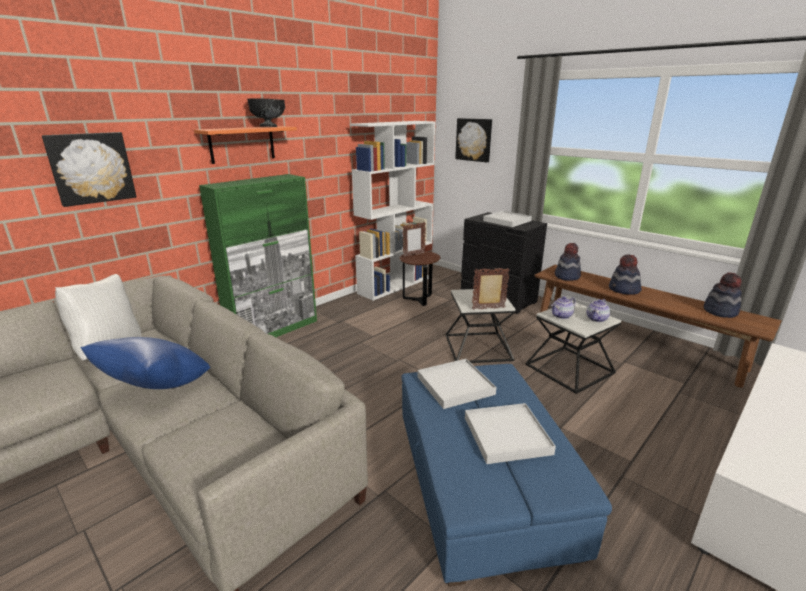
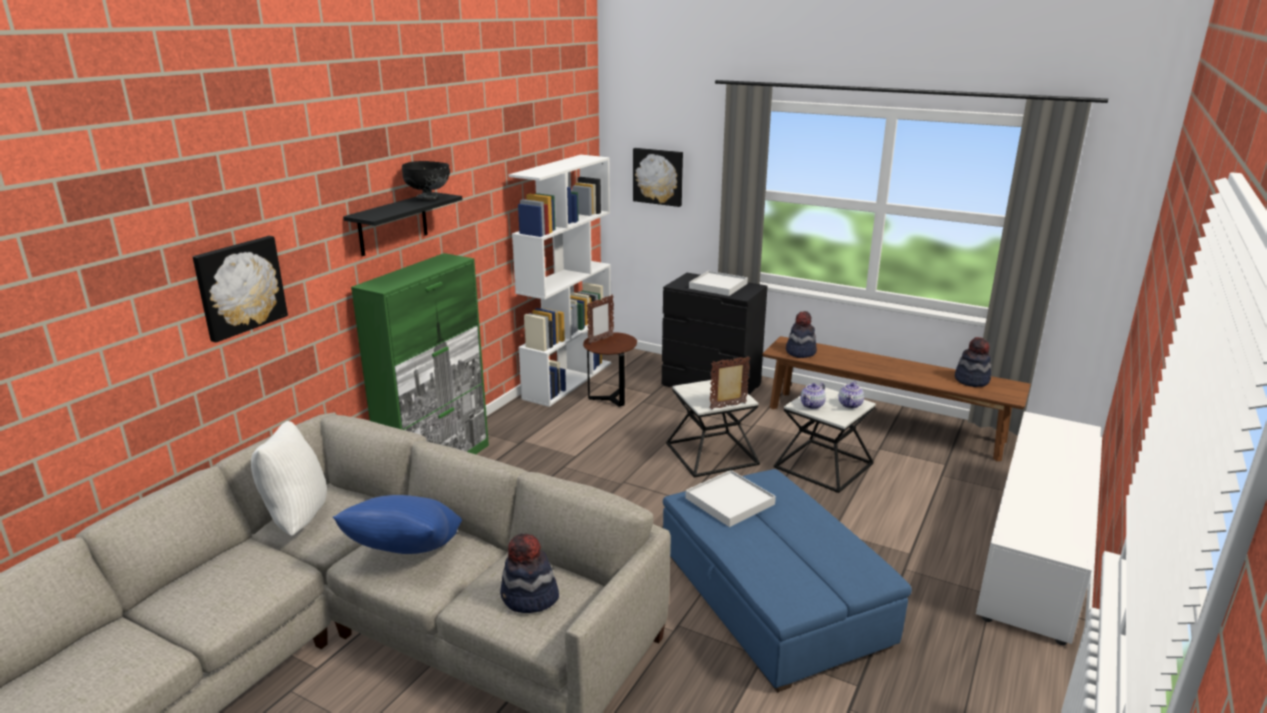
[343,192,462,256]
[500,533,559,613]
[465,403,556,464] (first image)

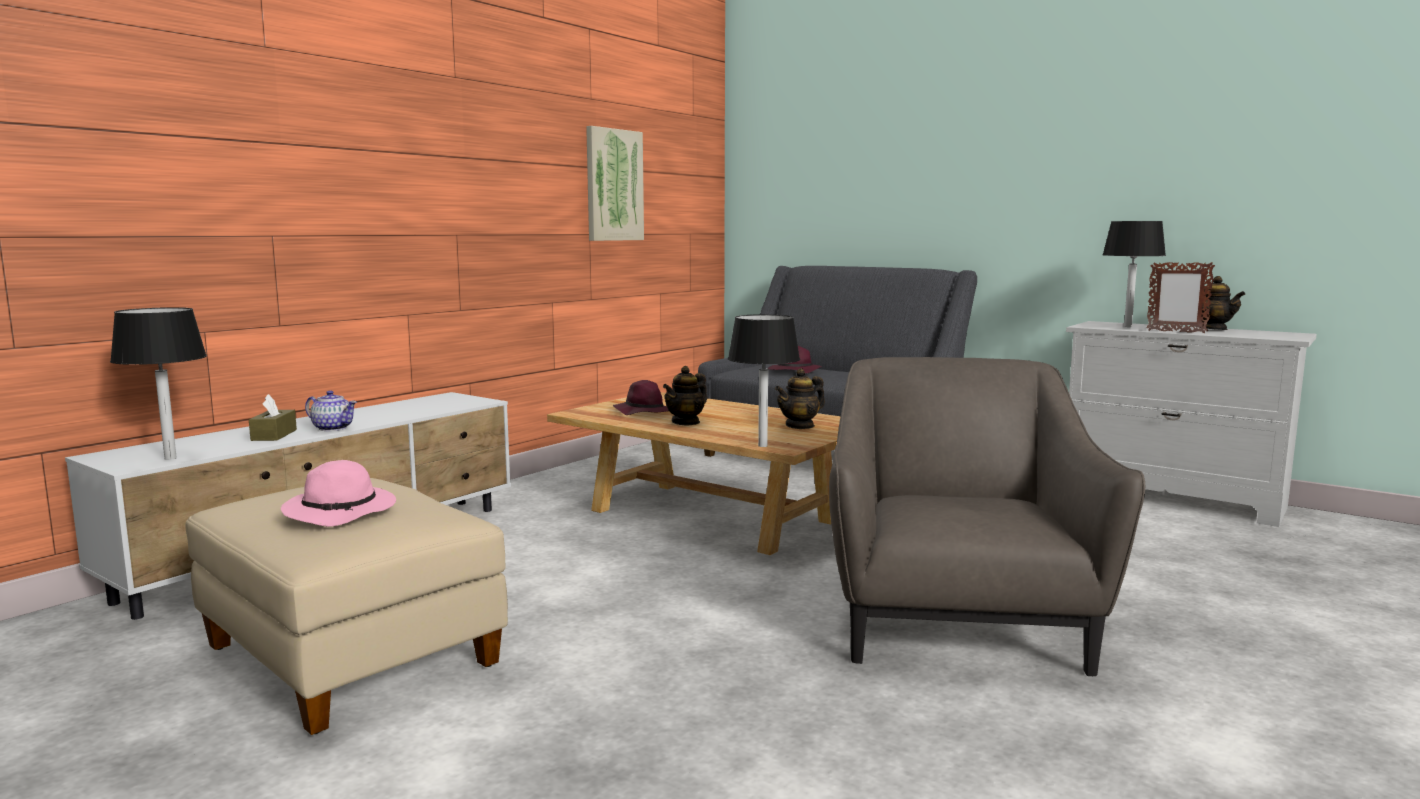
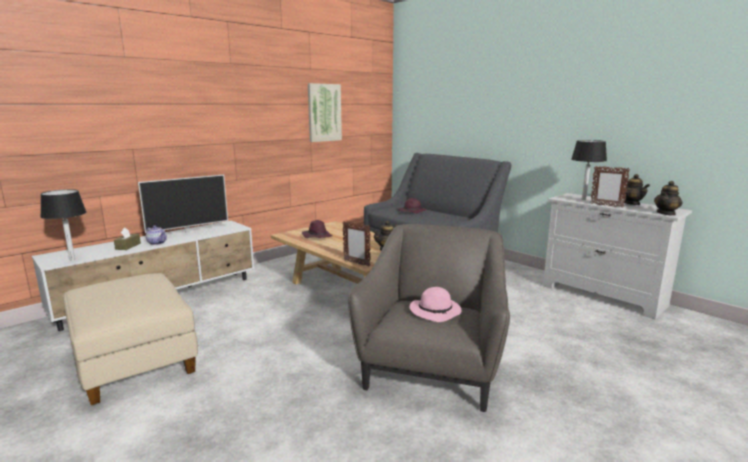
[138,175,228,236]
[342,221,371,267]
[410,287,462,322]
[654,181,682,215]

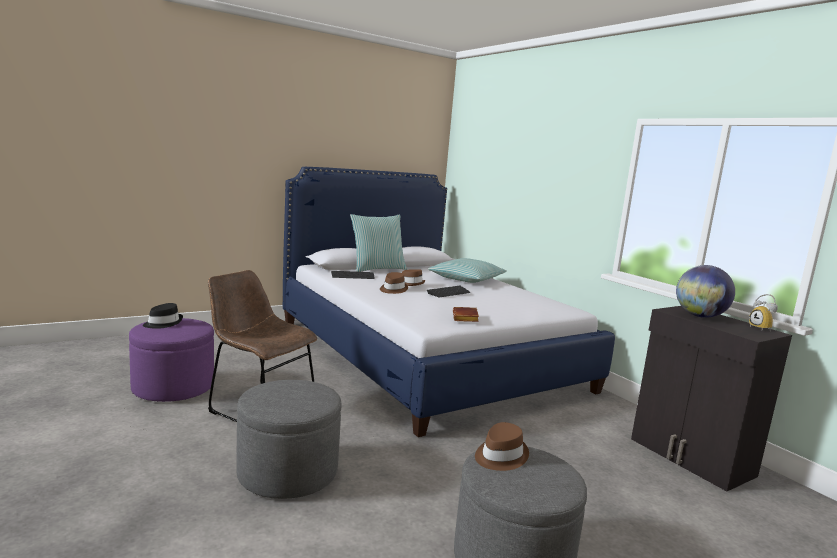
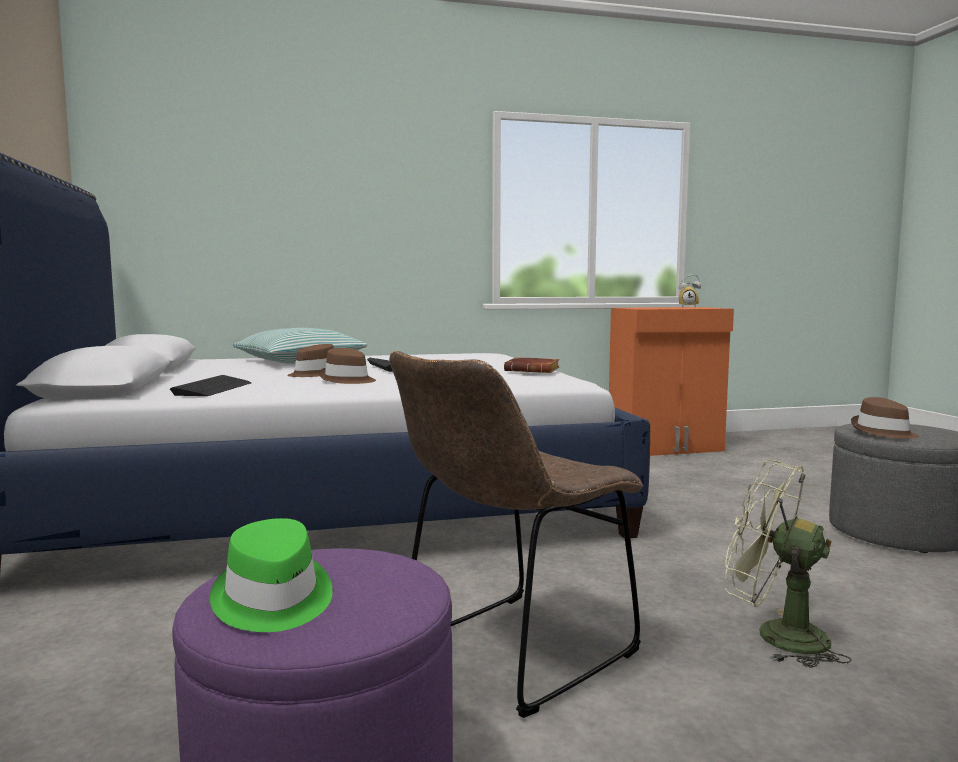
[210,518,333,632]
[609,307,734,456]
[725,460,851,668]
[350,214,407,272] (first image)
[676,265,735,318] (first image)

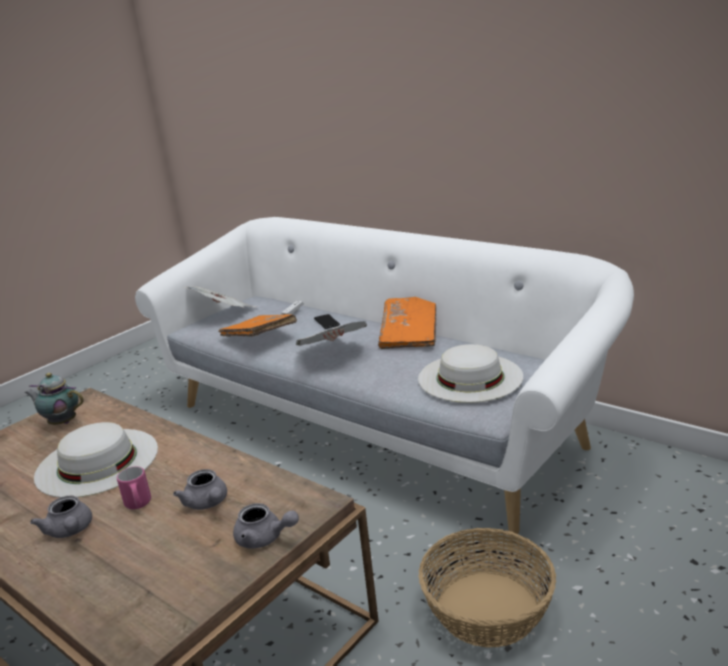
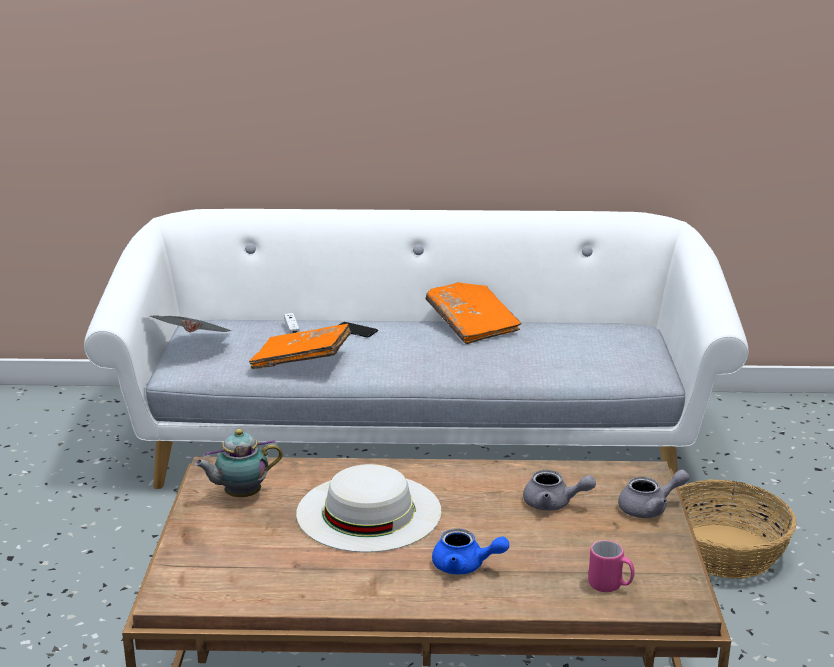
[432,528,509,575]
[588,540,635,592]
[296,321,367,346] (first image)
[418,344,523,403] (first image)

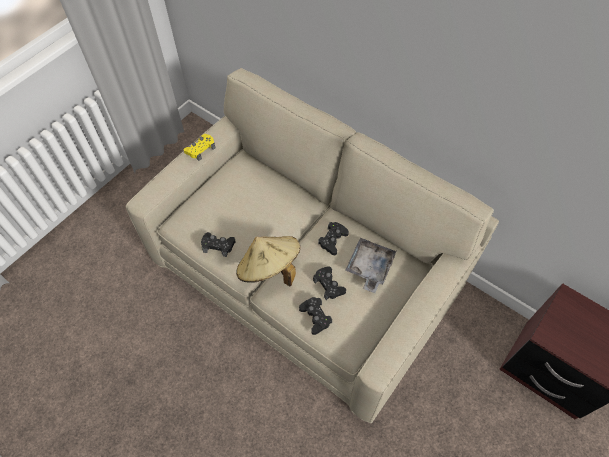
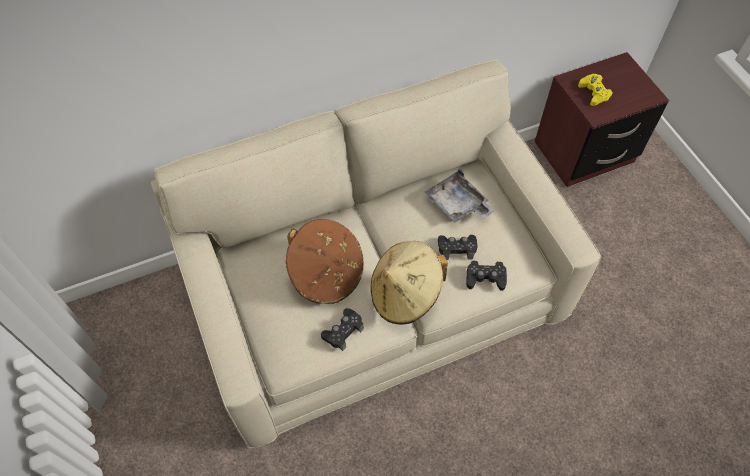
[286,219,364,304]
[578,74,613,106]
[318,222,349,255] (first image)

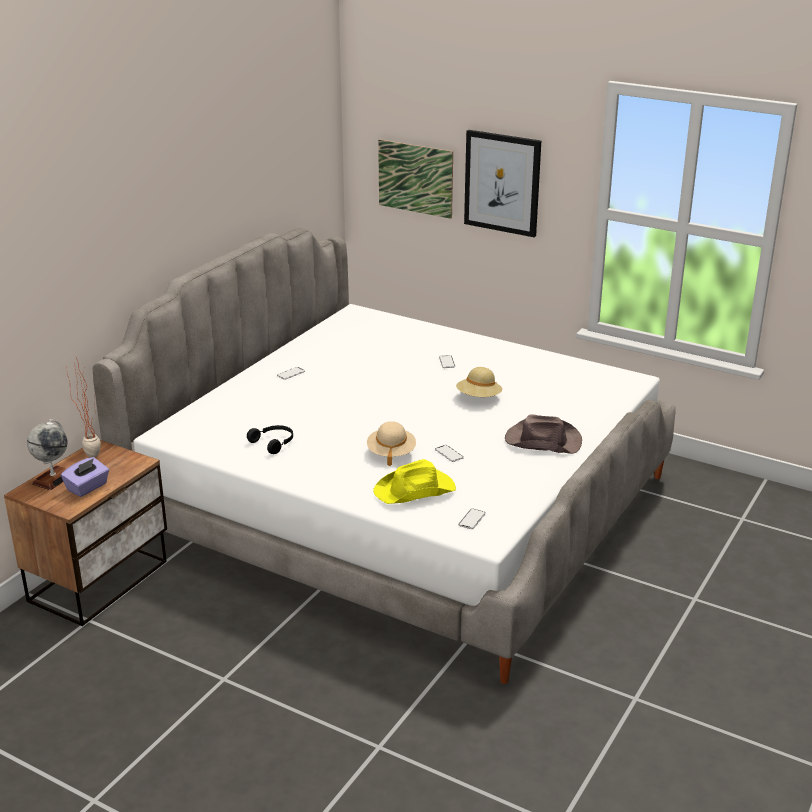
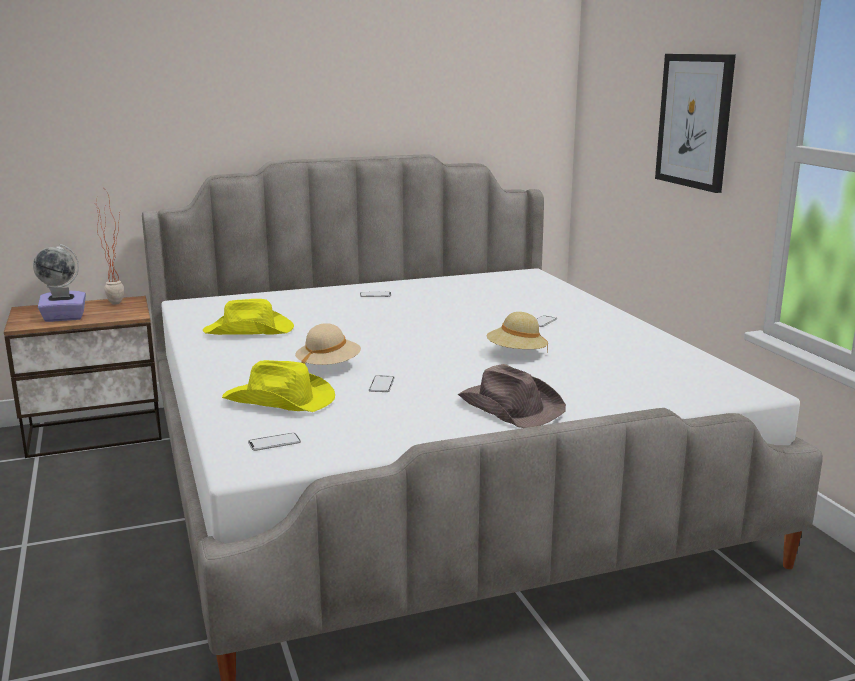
[203,299,294,335]
[378,139,453,219] (first image)

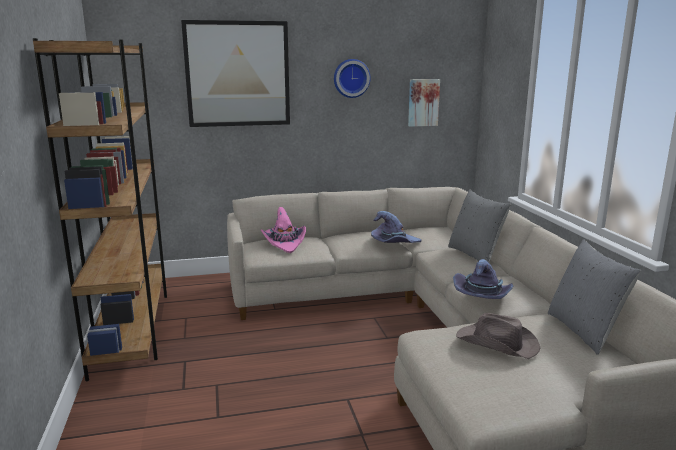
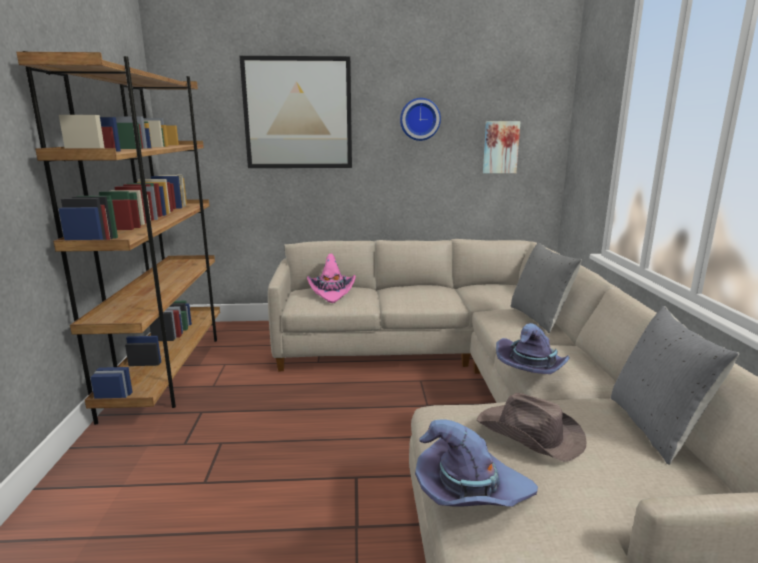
[415,419,538,507]

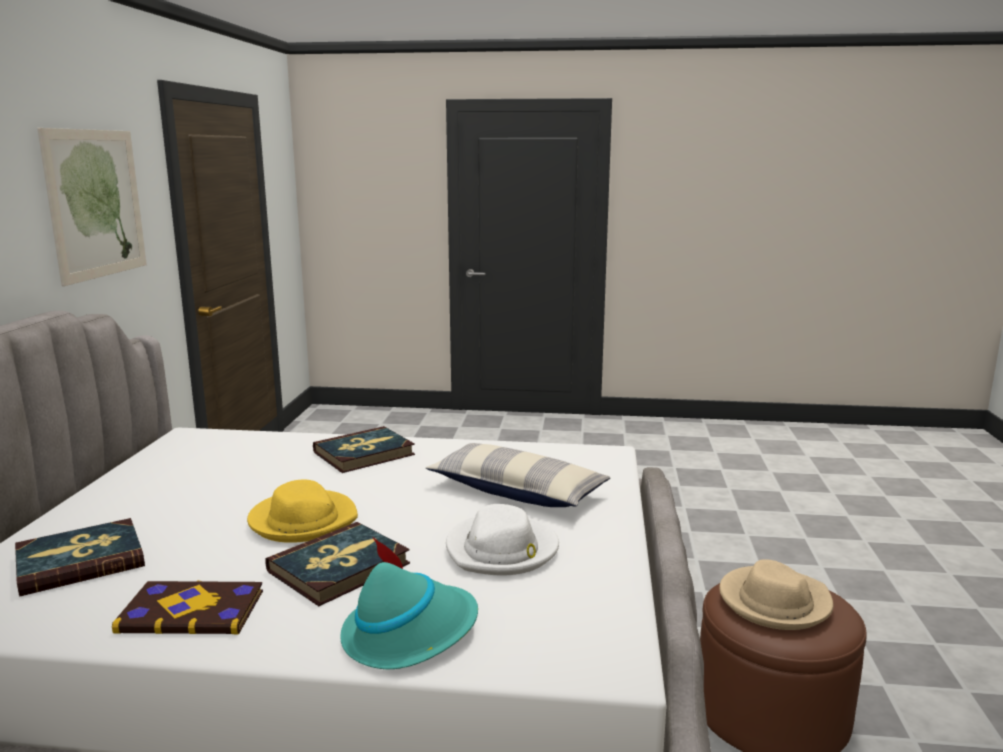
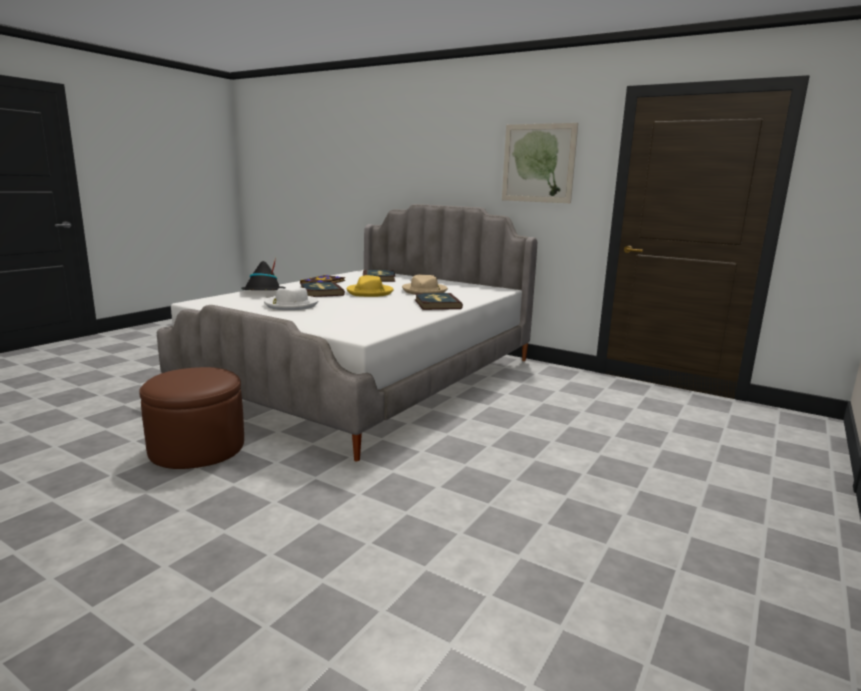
[241,258,286,290]
[402,275,448,295]
[426,443,610,507] (first image)

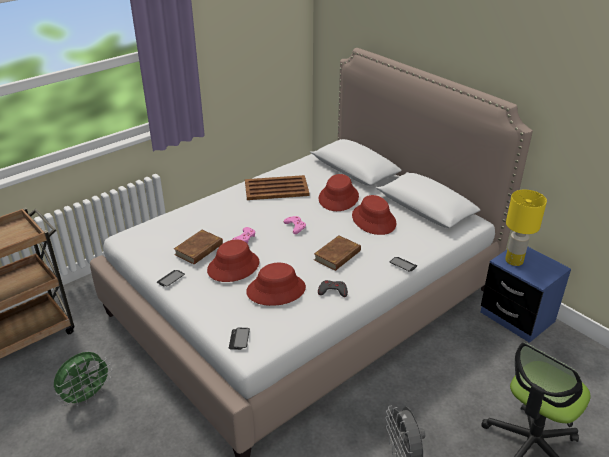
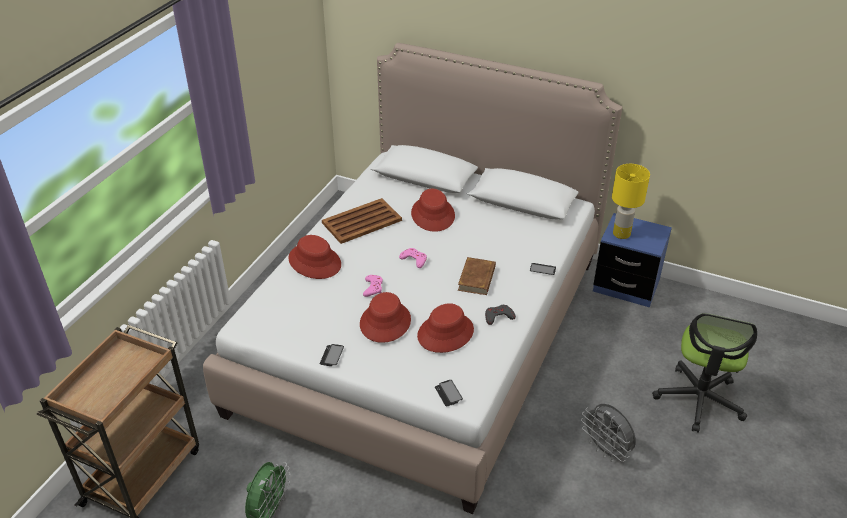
[288,235,341,279]
[174,230,223,264] (first image)

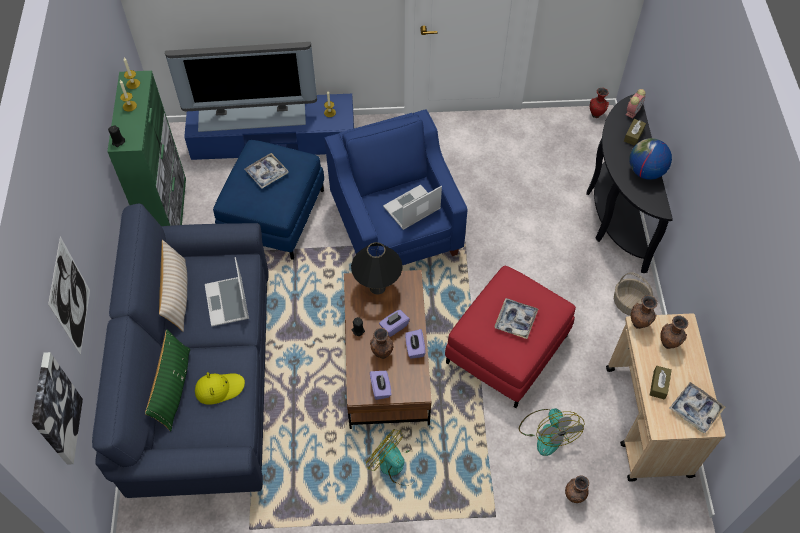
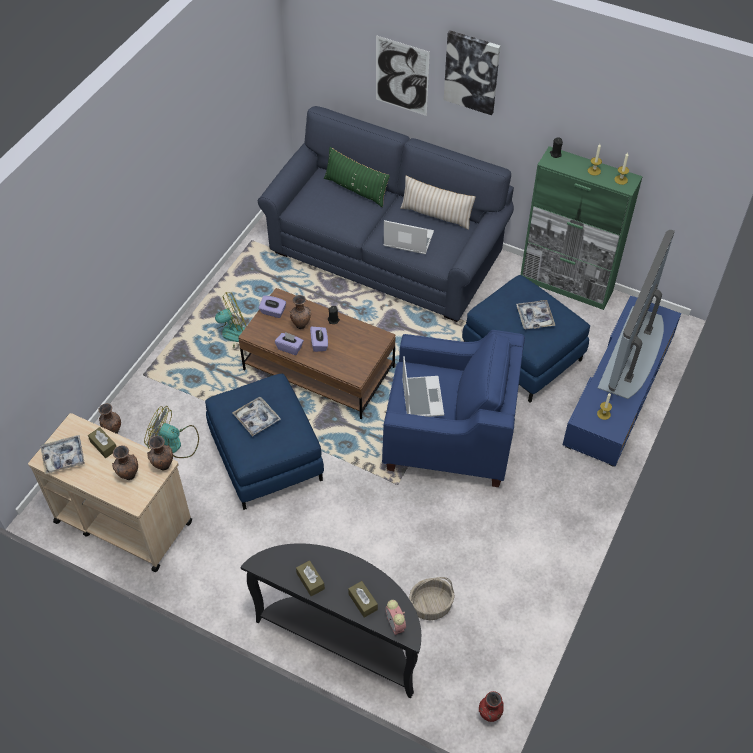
[205,374,324,510]
[296,560,325,596]
[409,577,455,620]
[444,30,500,115]
[195,372,245,405] (first image)
[351,242,403,295] (first image)

